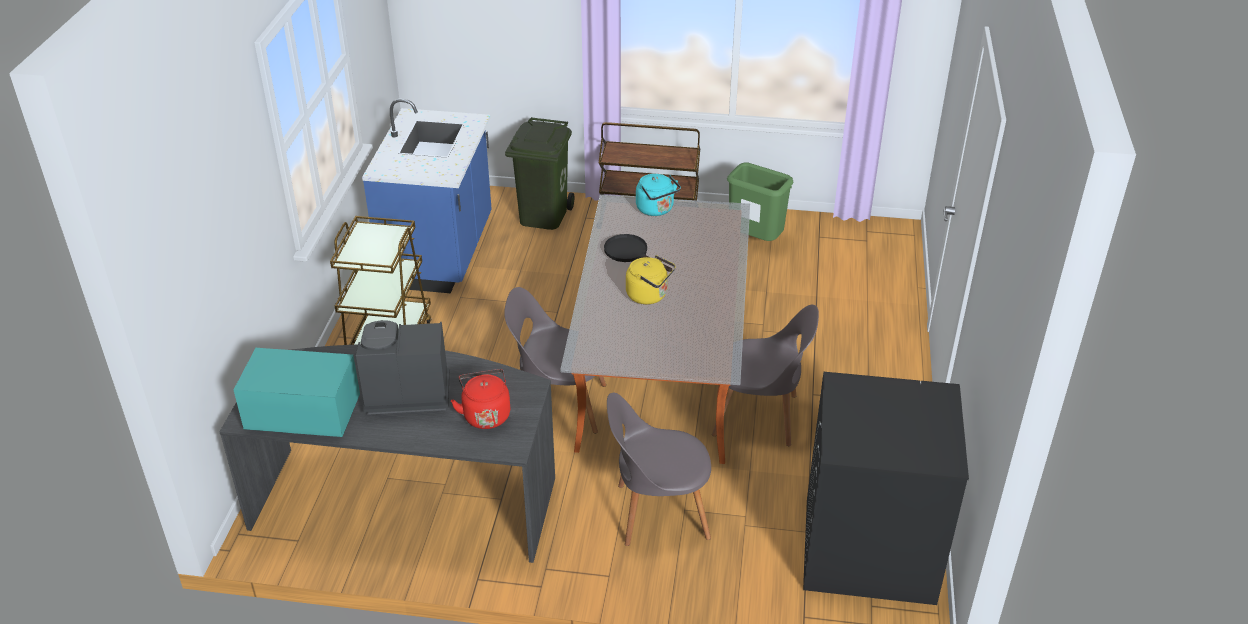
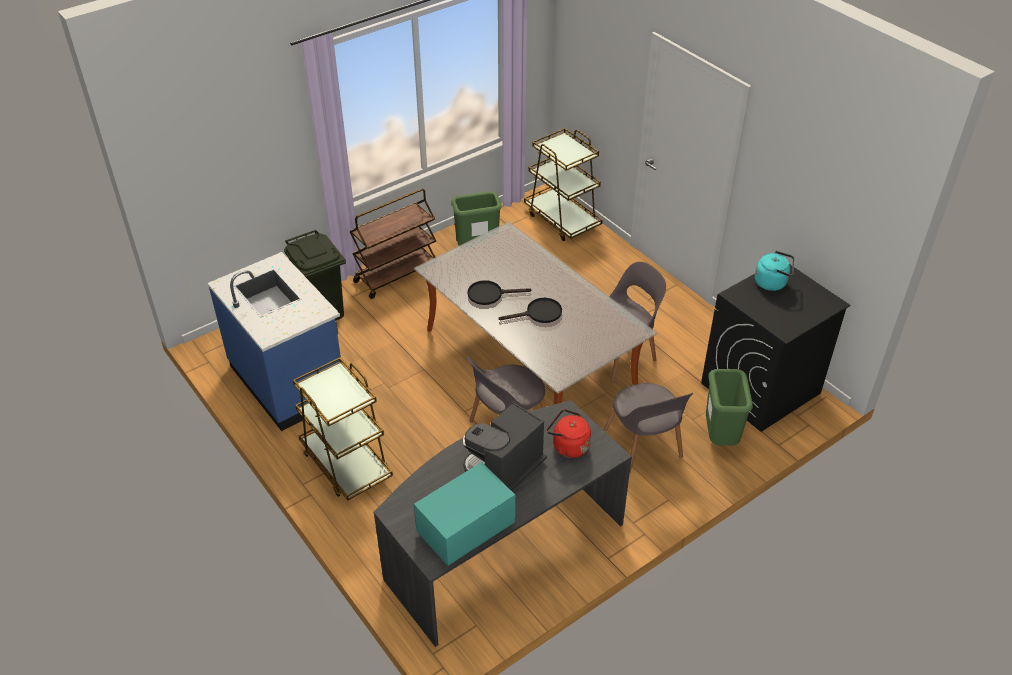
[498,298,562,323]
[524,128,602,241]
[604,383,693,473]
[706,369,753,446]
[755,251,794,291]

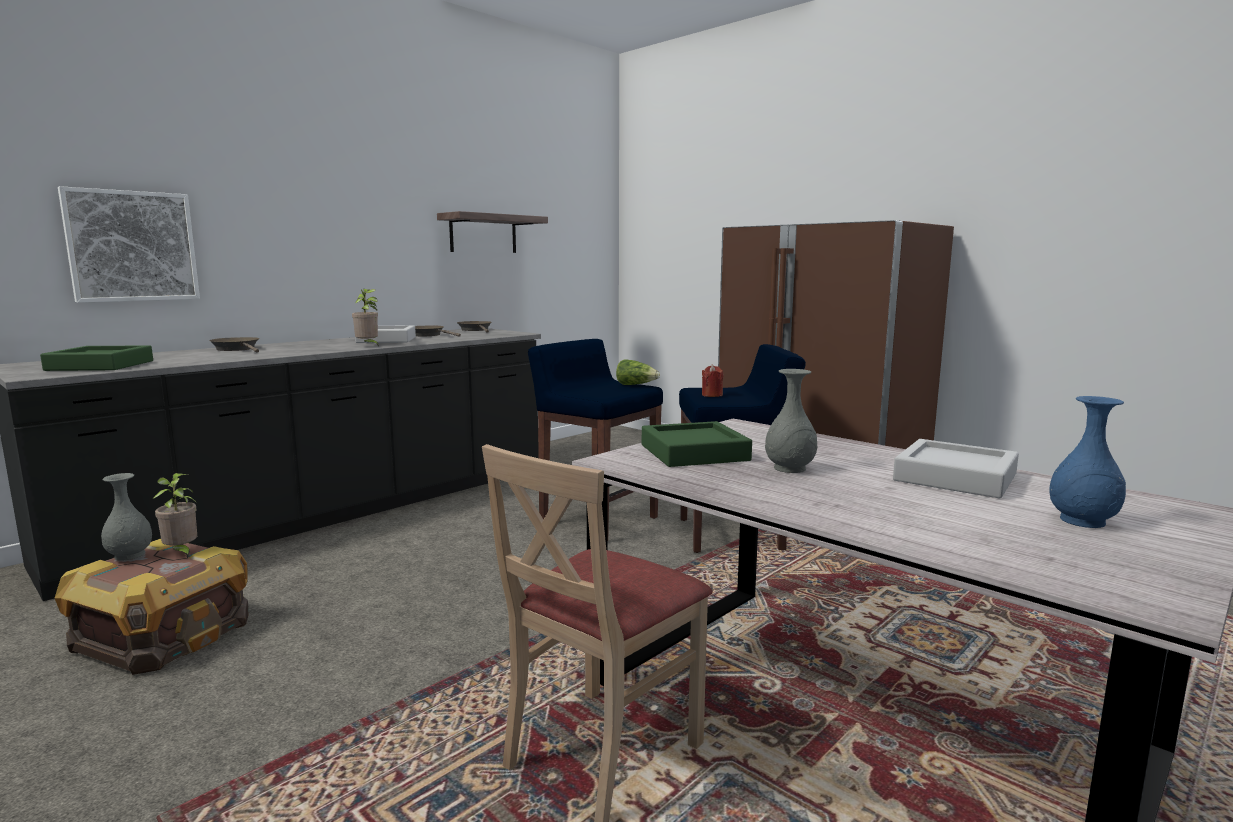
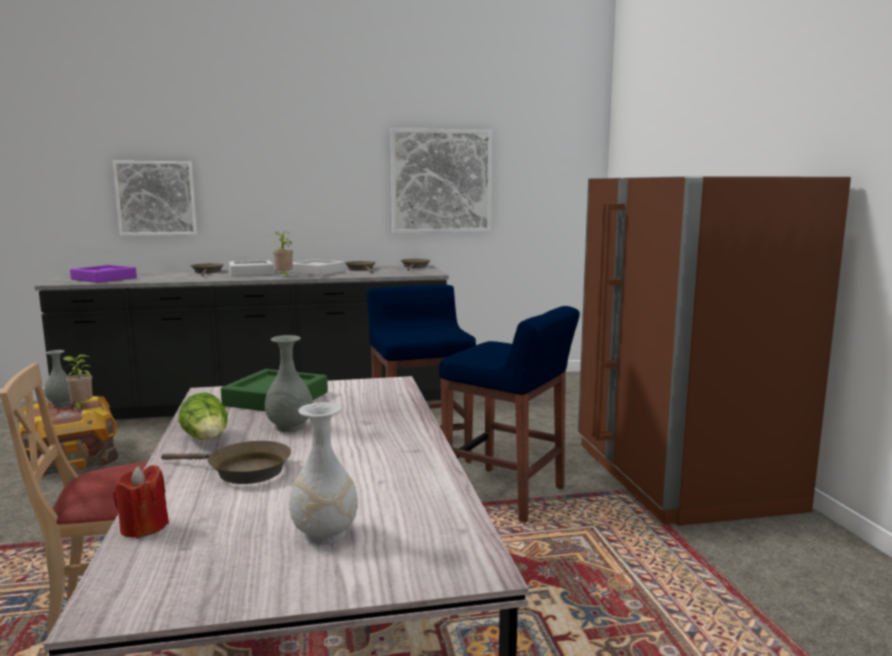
[70,265,137,283]
[113,465,169,538]
[161,441,291,484]
[179,392,228,439]
[229,260,274,276]
[289,402,358,545]
[391,128,492,233]

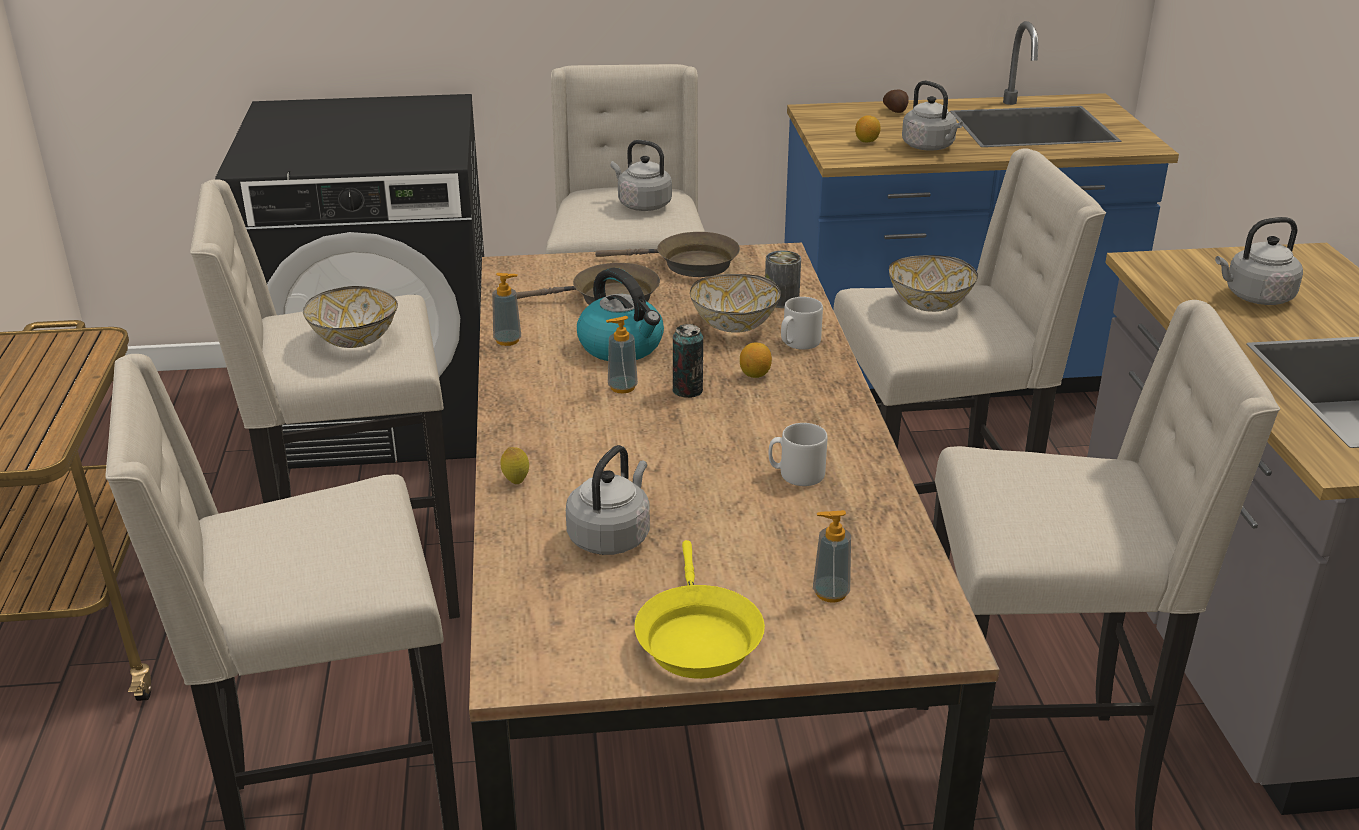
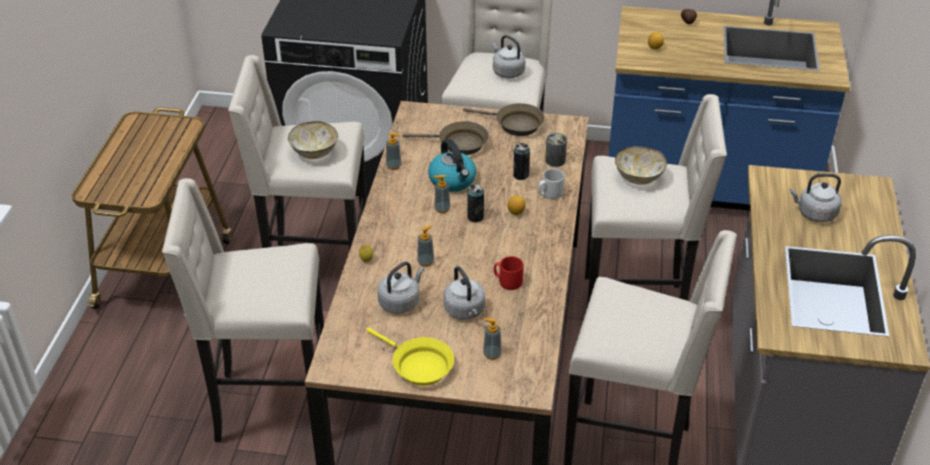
[366,328,454,386]
[417,225,434,267]
[443,266,485,319]
[494,256,524,290]
[513,143,530,180]

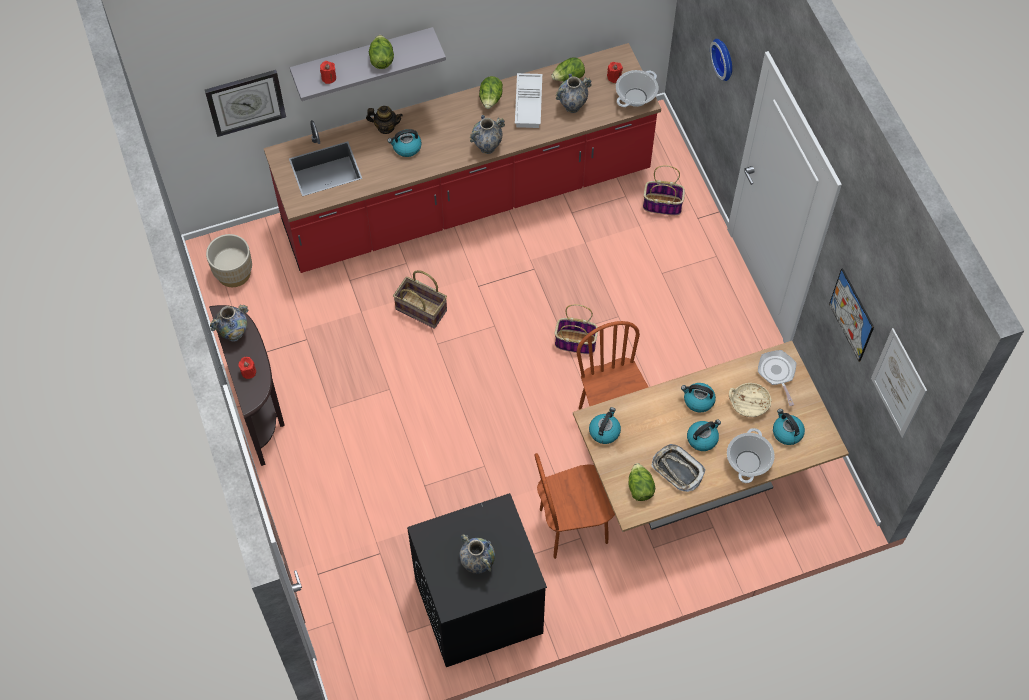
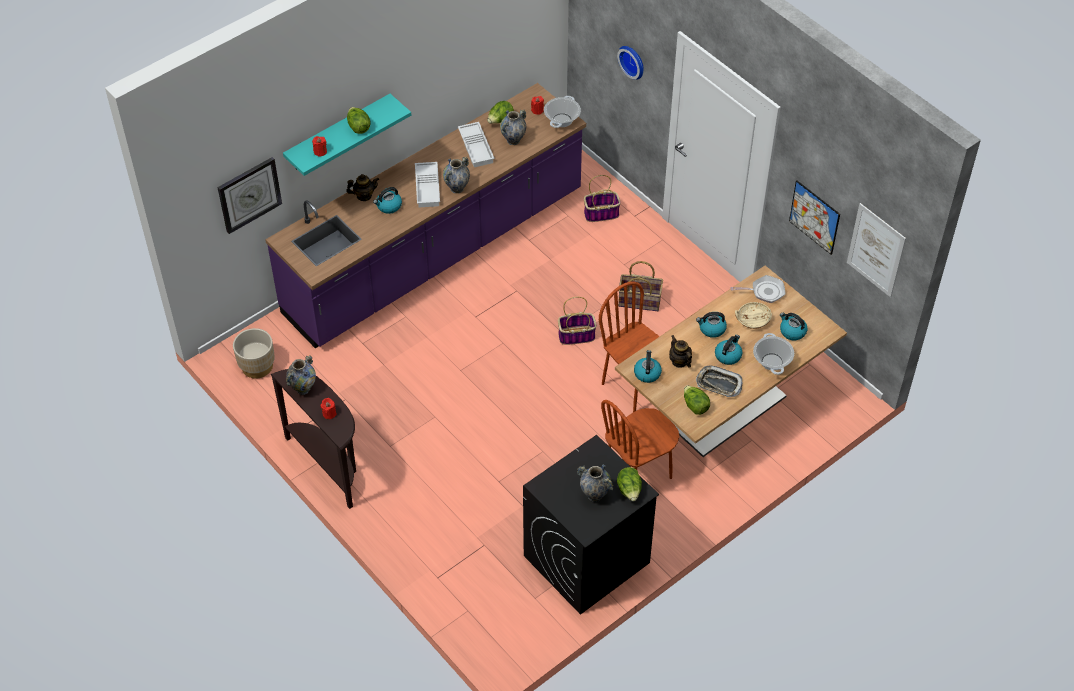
[265,83,586,348]
[283,94,411,176]
[415,162,440,207]
[617,467,642,501]
[618,261,663,311]
[669,335,692,368]
[730,275,785,303]

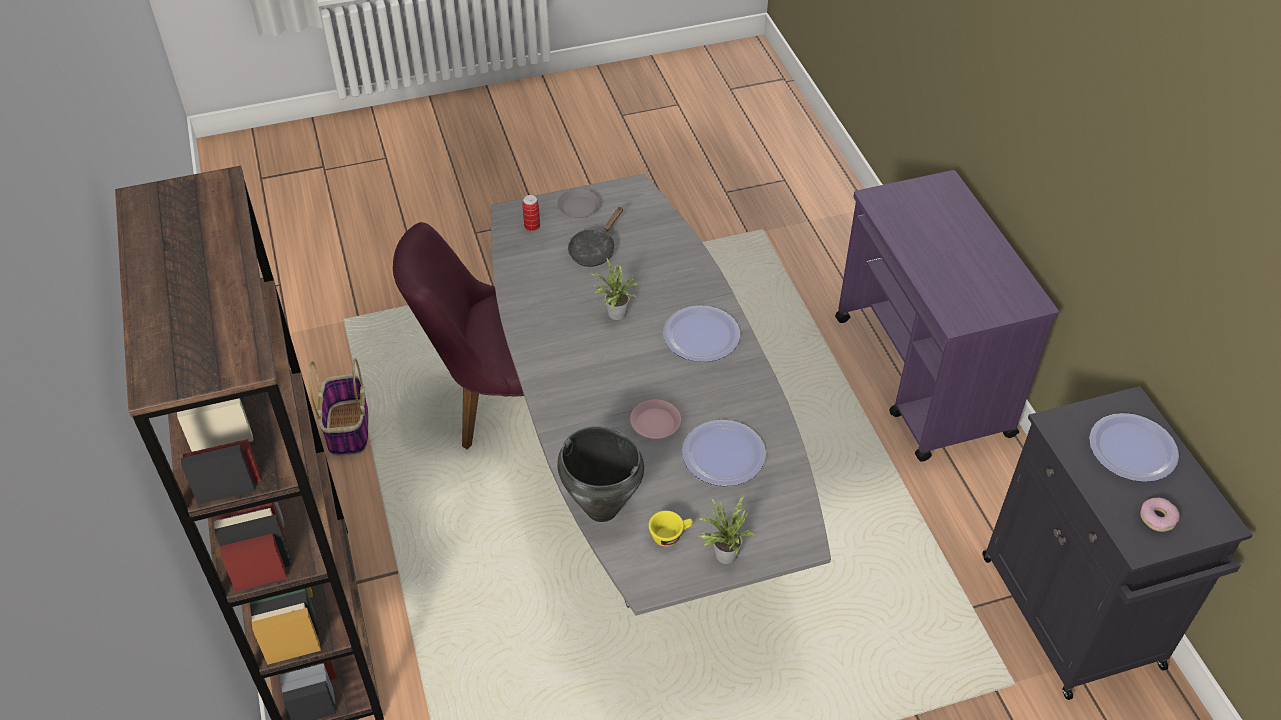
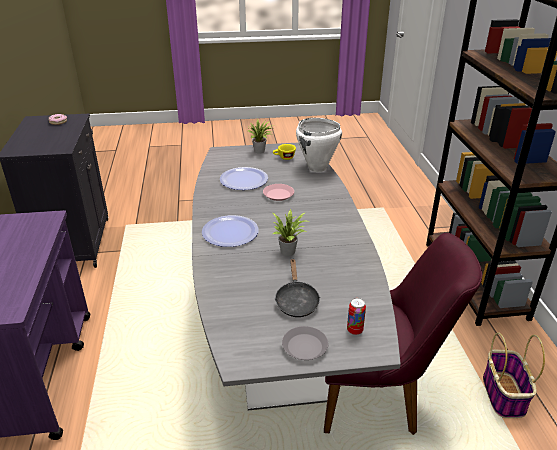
[275,259,320,317]
[296,118,342,172]
[1089,413,1179,482] (first image)

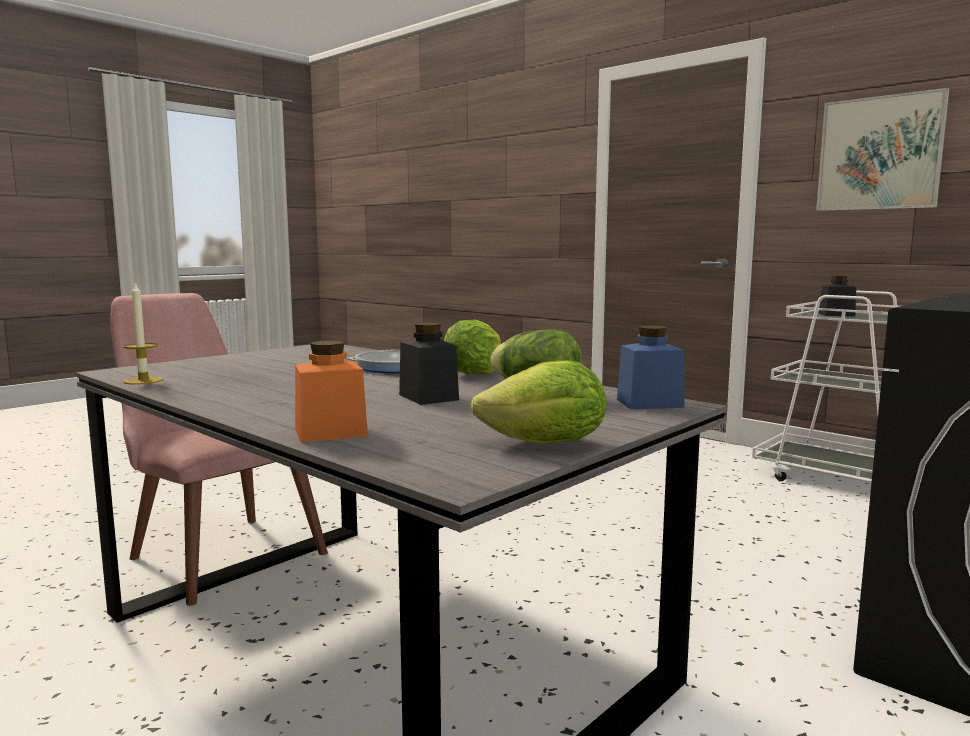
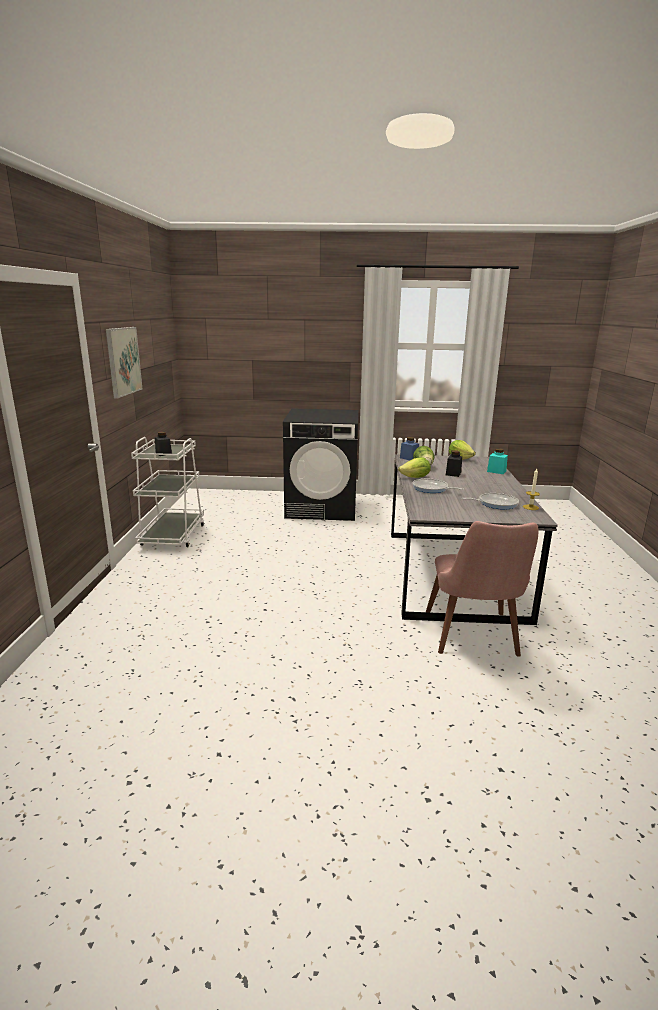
[462,493,519,510]
[487,448,508,474]

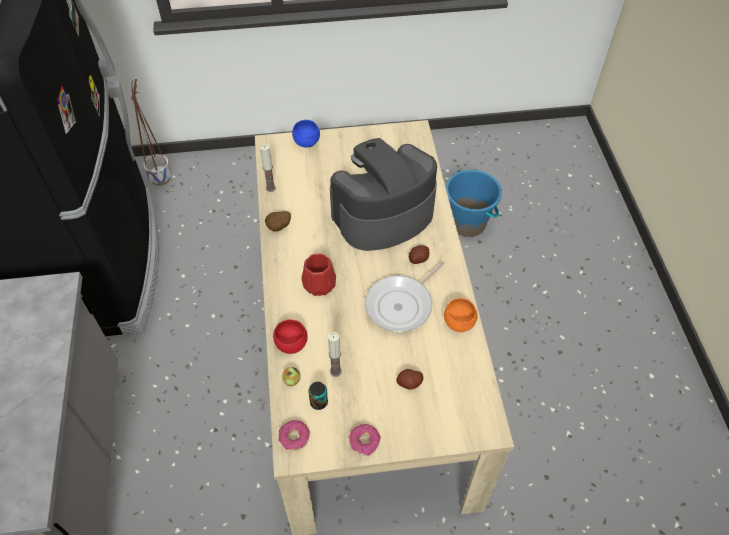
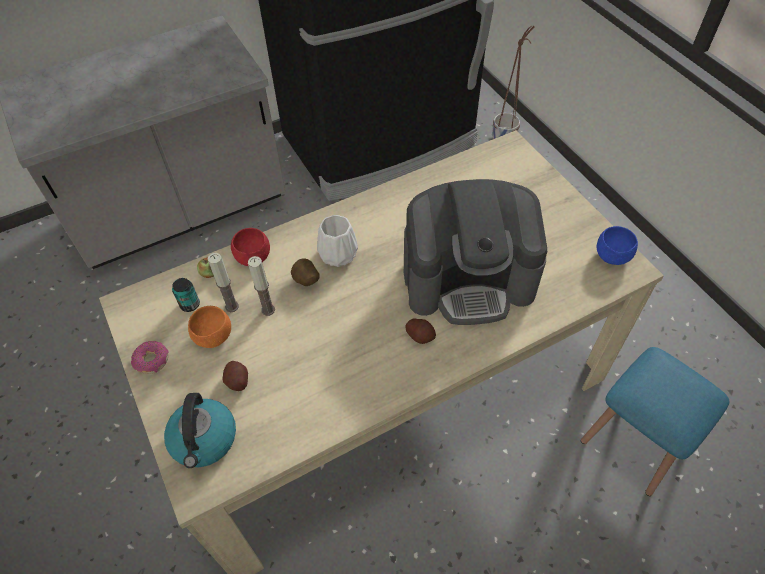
[164,393,236,468]
[188,306,231,348]
[248,256,275,316]
[291,259,320,286]
[317,215,358,267]
[404,179,547,325]
[581,347,729,496]
[597,226,638,265]
[278,420,310,451] (first image)
[365,261,445,332] (first image)

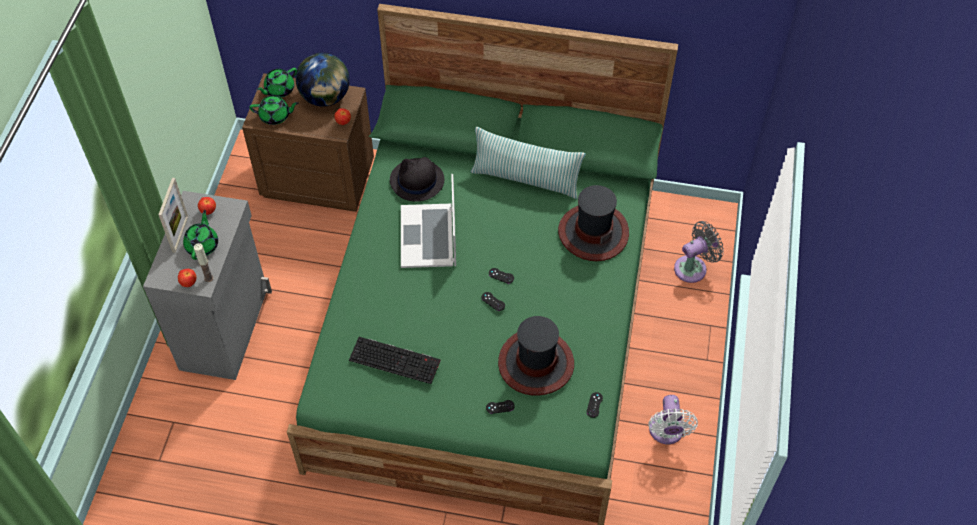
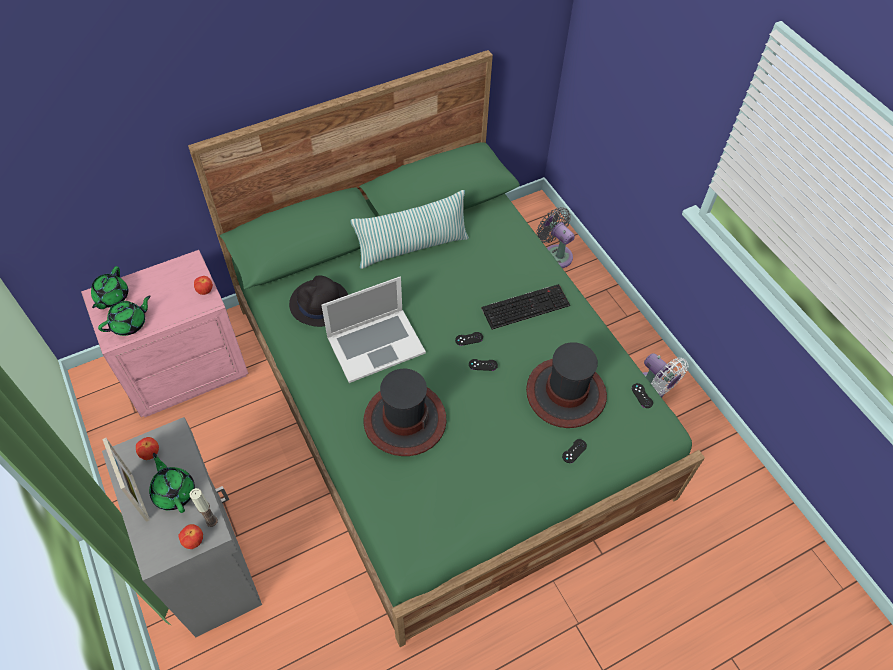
[81,250,249,417]
[321,276,426,383]
[364,369,446,456]
[481,284,570,330]
[536,207,575,268]
[296,52,350,106] (first image)

